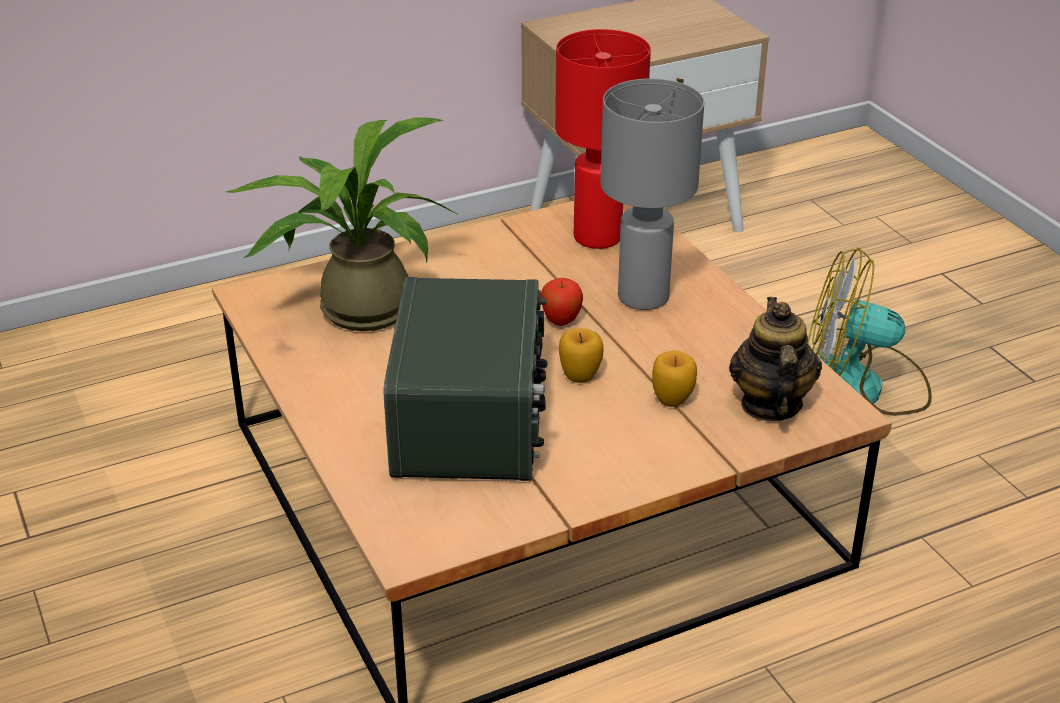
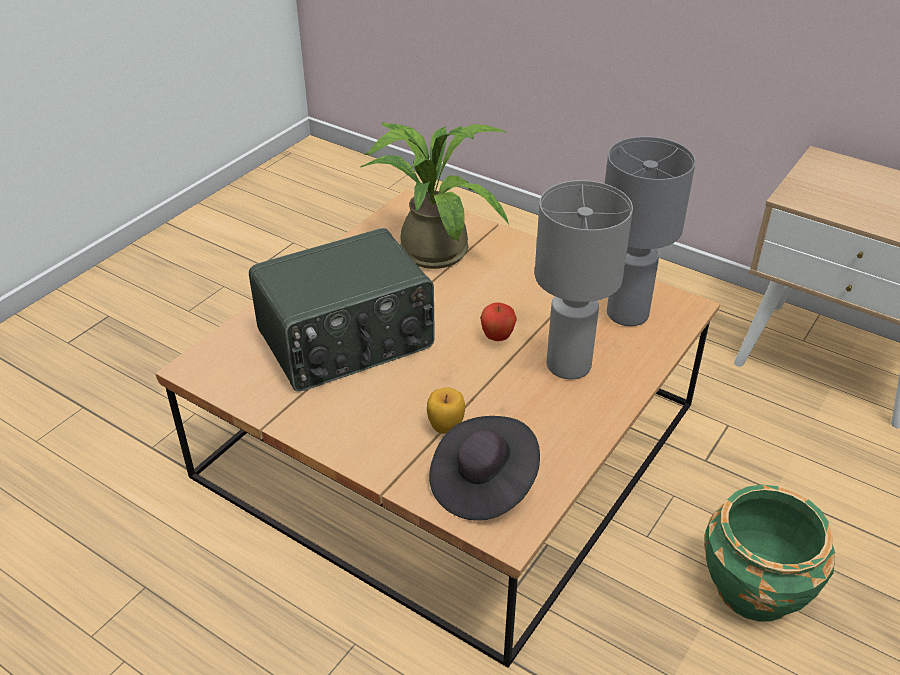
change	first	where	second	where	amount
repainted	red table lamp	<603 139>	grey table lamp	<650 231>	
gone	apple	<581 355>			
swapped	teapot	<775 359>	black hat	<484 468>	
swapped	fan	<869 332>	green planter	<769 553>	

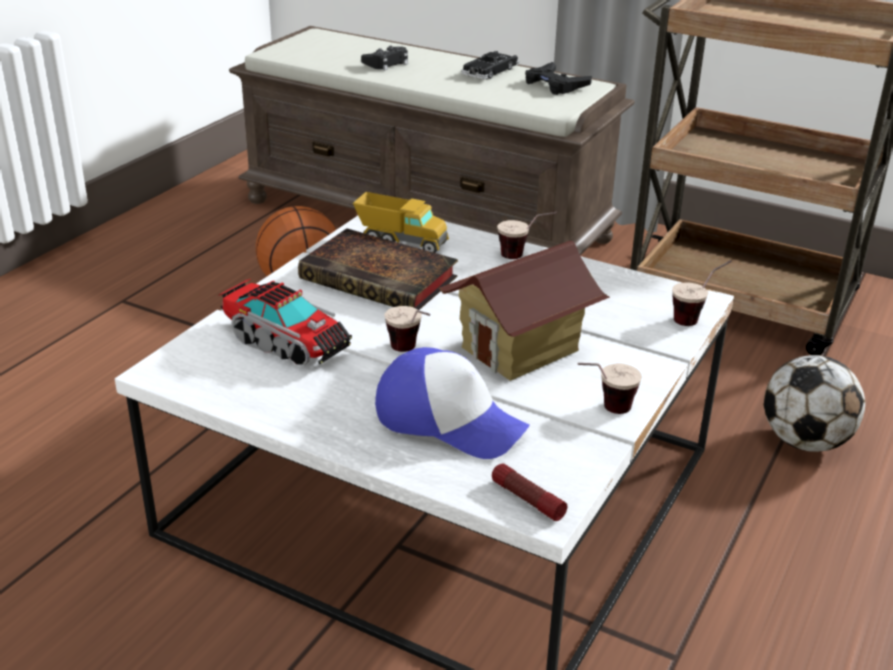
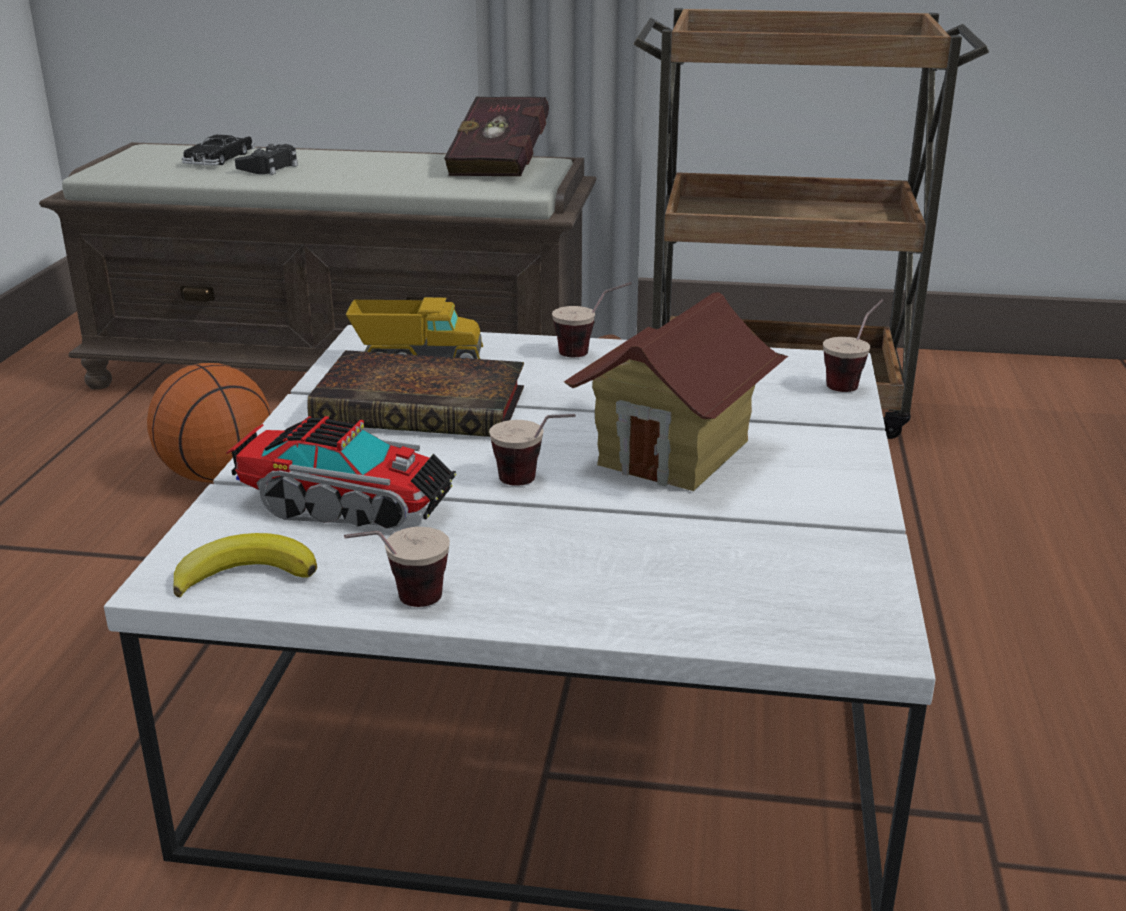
change	first	where	second	where	amount
gone	cap	<452 403>			
shifted	black toy car	<490 65>		<218 150>	
gone	flashlight	<529 492>			
swapped	black game controller	<558 78>	red book	<496 136>	
shifted	cup	<609 388>		<397 567>	
gone	football	<814 403>			
new			banana	<245 565>	

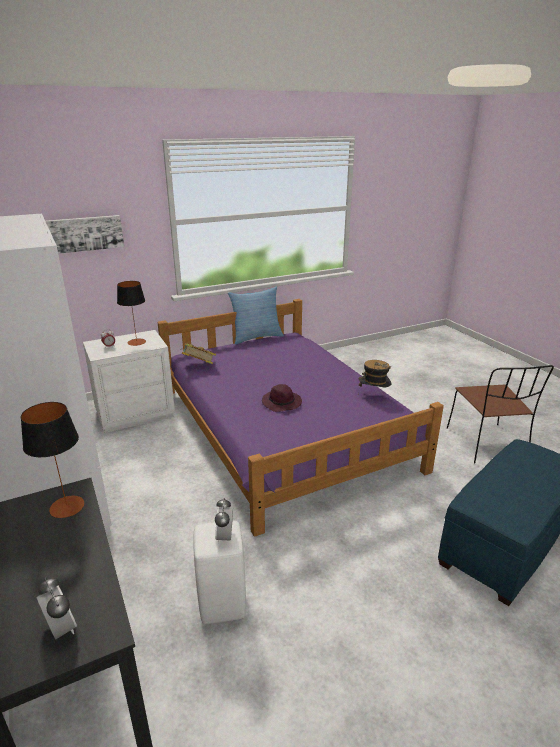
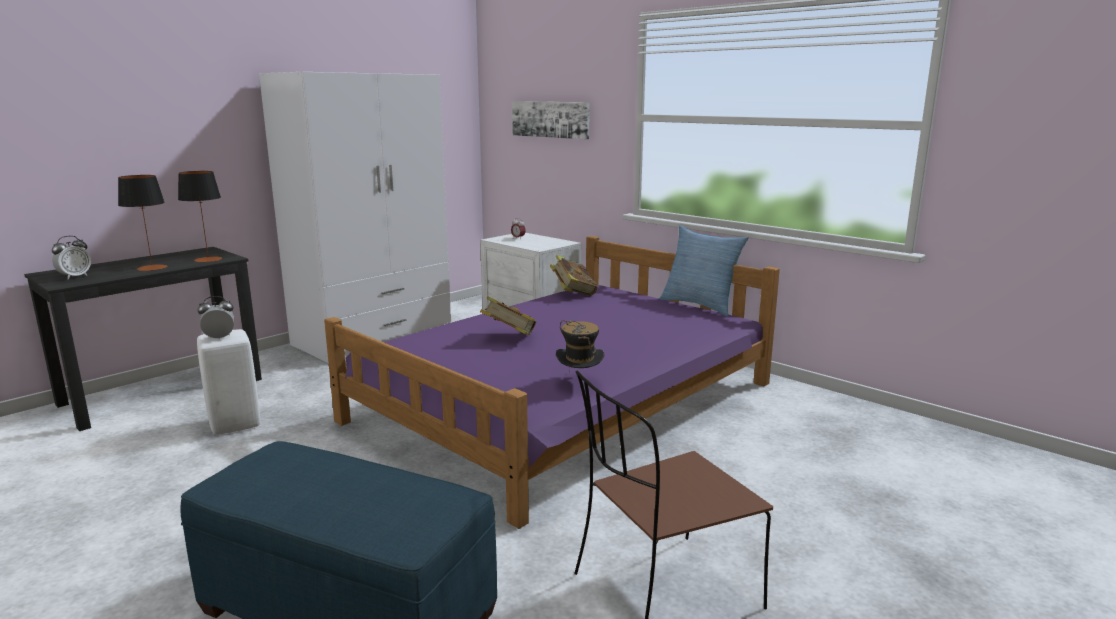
change	first	where	second	where	amount
shifted	table lamp	<131 313>		<143 223>	
swapped	purple hat	<282 398>	book	<508 315>	

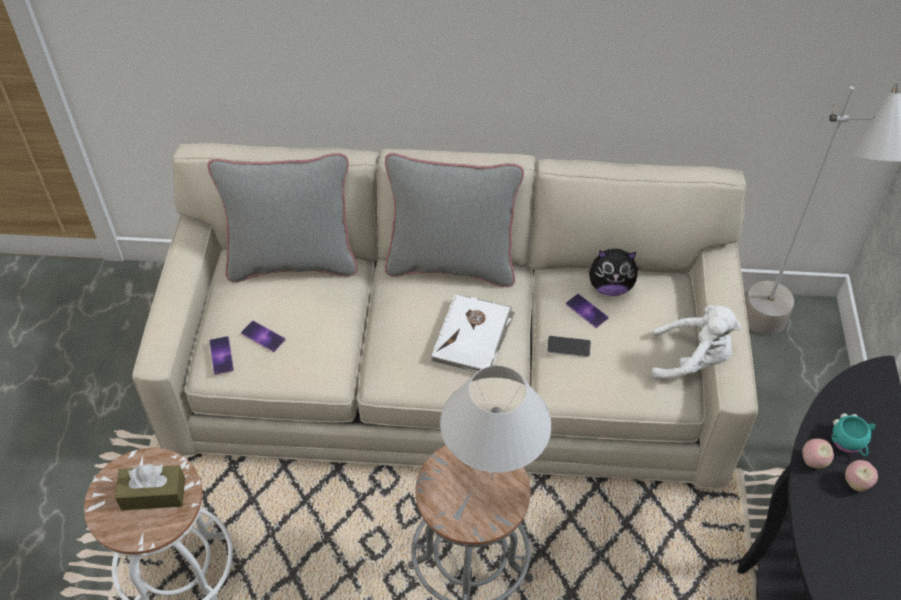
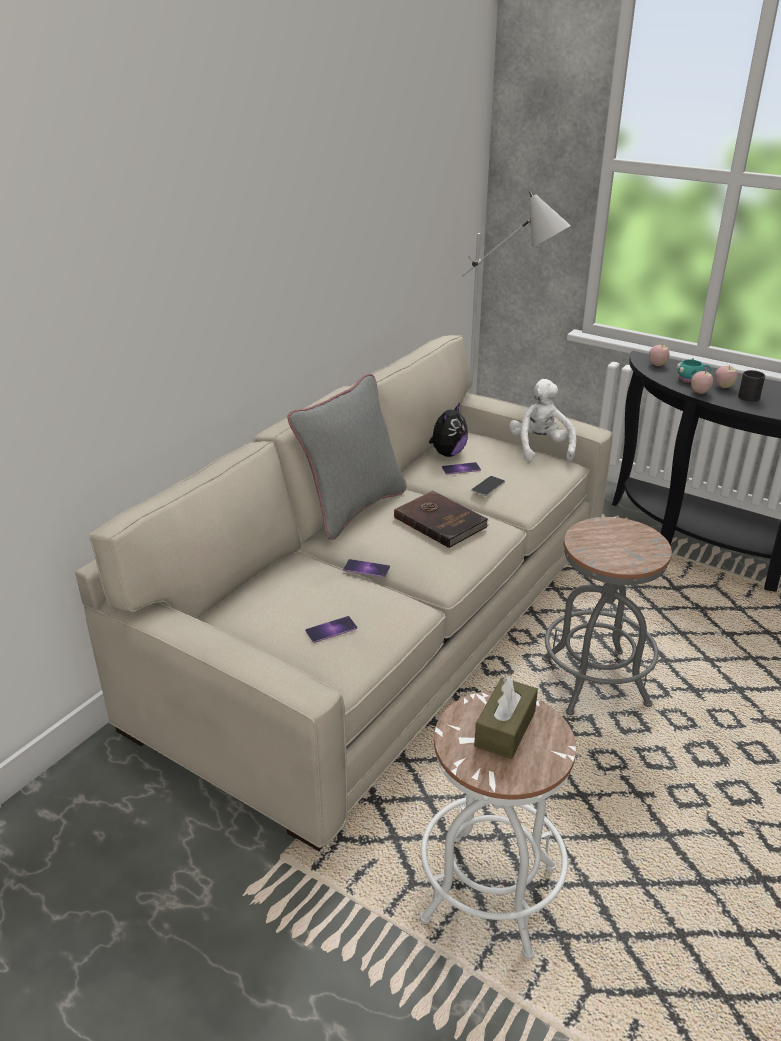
change	first	where	second	where	amount
gone	grey pillow	<283 218>			
shifted	phone	<221 355>		<366 568>	
repainted	white book	<473 333>	brown book	<441 519>	
gone	white table lamp	<496 422>			
rotated	white plush toy	<696 342>		<543 420>	45 degrees counterclockwise
new			apple	<659 355>	
new			black mug	<751 386>	

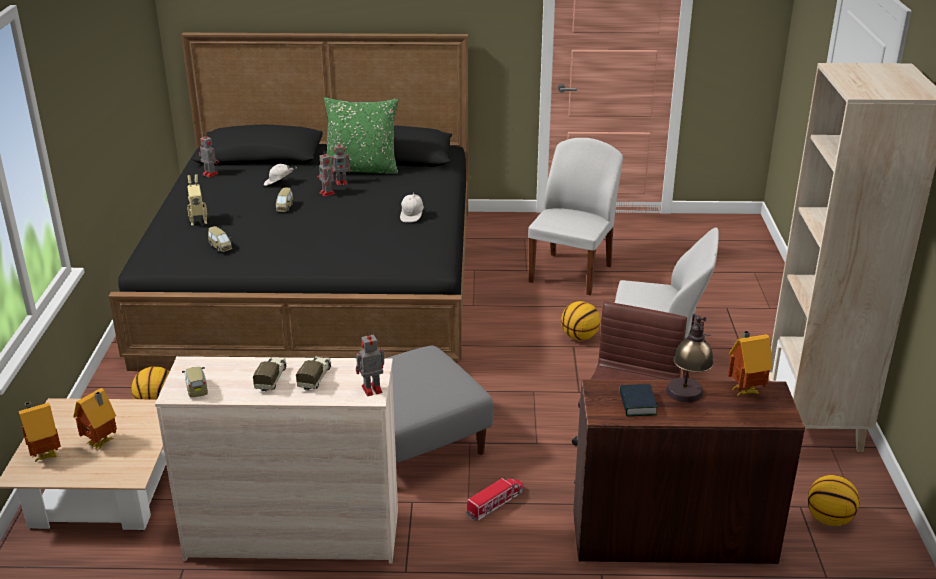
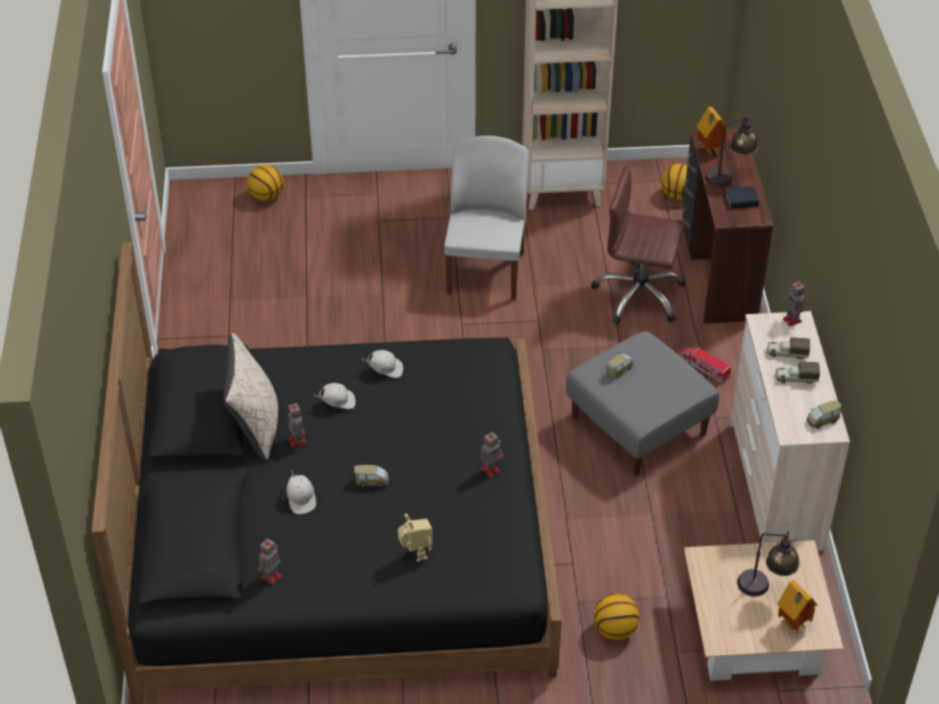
change	first	where	second	where	amount
swapped	toy house	<95 419>	table lamp	<768 563>	
shifted	toy car	<220 239>		<619 365>	
shifted	toy robot	<326 173>		<492 454>	
repainted	green pillow	<361 135>	beige pillow	<251 397>	
gone	white chair	<575 216>			
shifted	basketball	<580 321>		<265 182>	
new			white cap	<335 396>	

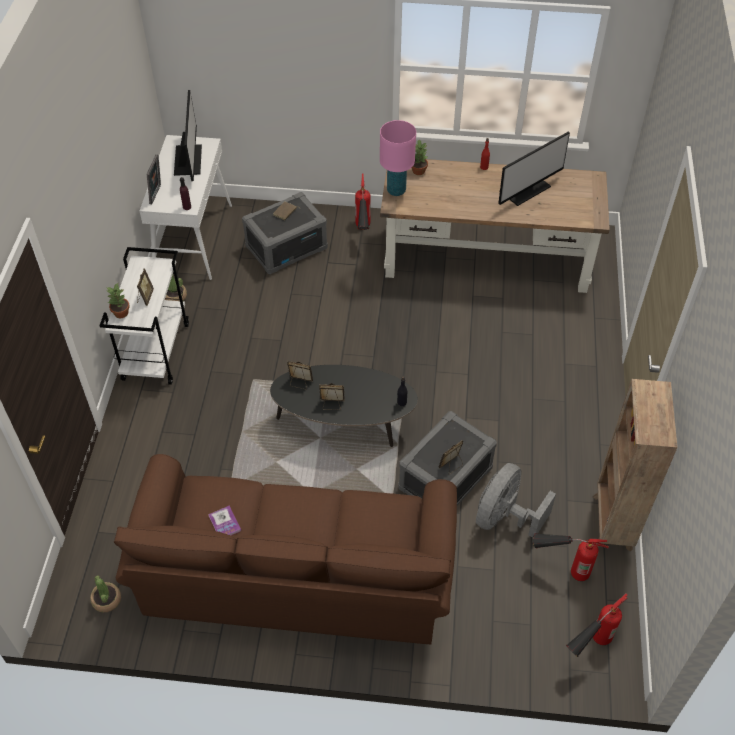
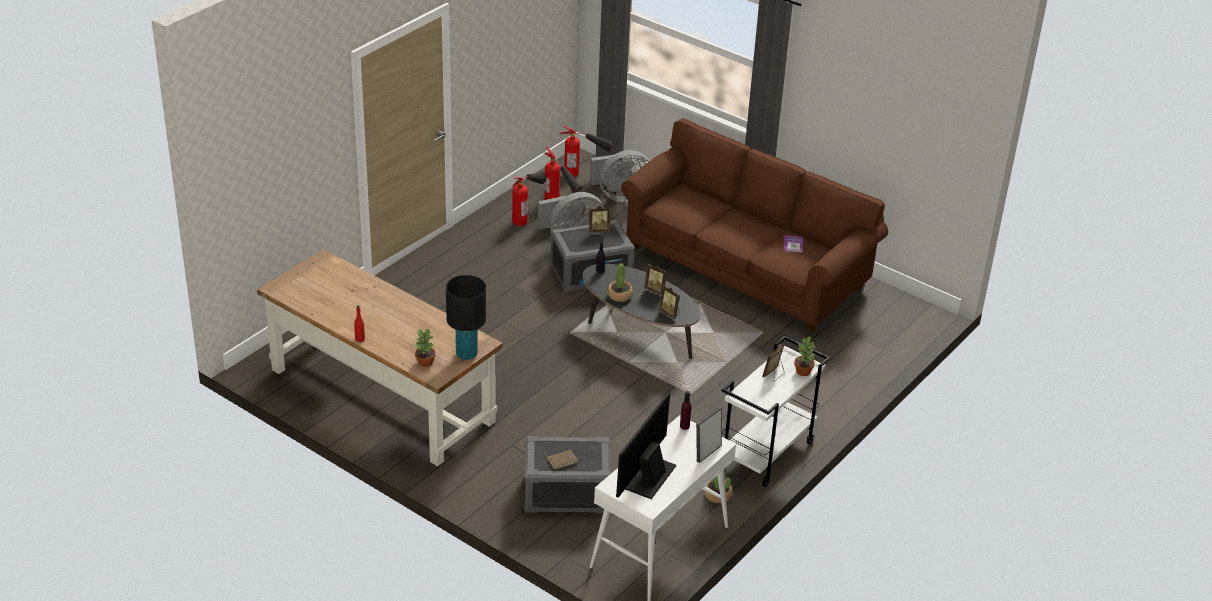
change	first	where	second	where	amount
shifted	potted plant	<105 593>		<620 282>	
shifted	fire extinguisher	<362 202>		<529 199>	
repainted	pink table lamp	<398 158>	black table lamp	<466 317>	
gone	monitor	<534 169>			
gone	brown bookcase	<634 465>			
new			grey fan	<620 176>	

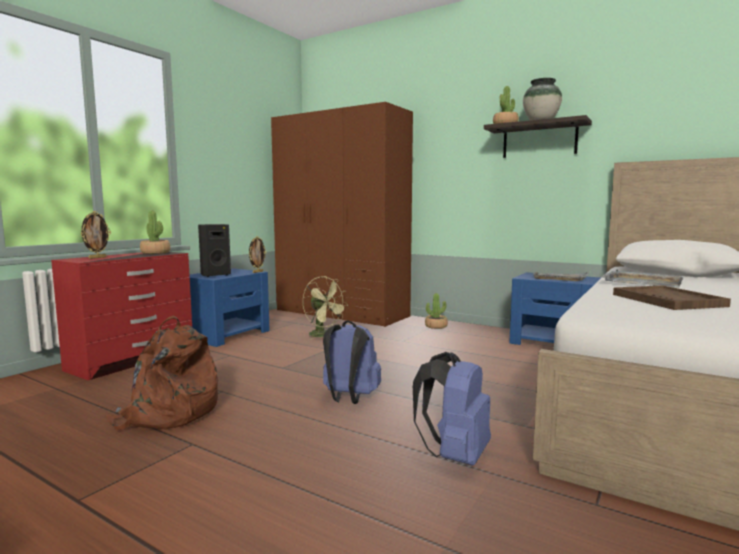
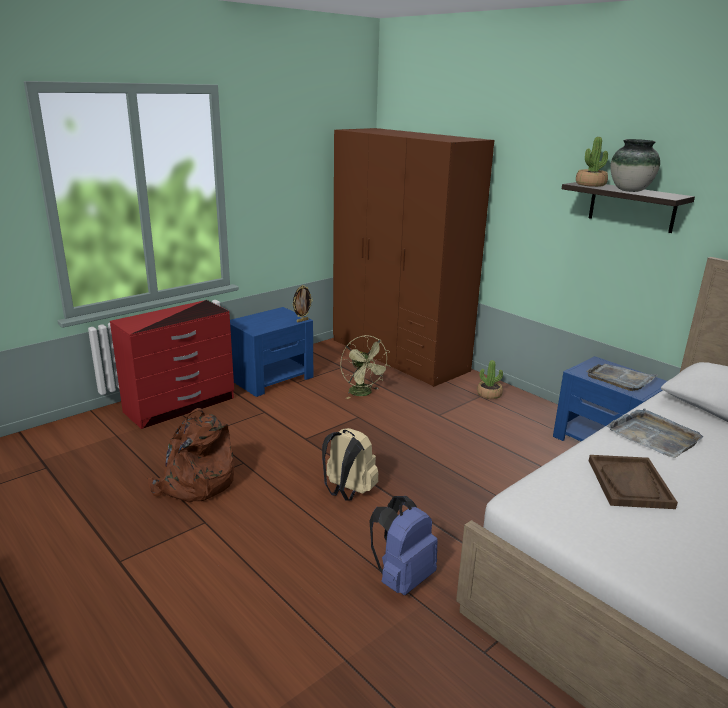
change	first	where	second	where	amount
gone	picture frame	<96 235>			
gone	potted plant	<155 232>			
gone	black speaker	<214 250>			
repainted	blue backpack	<352 362>	beige backpack	<350 464>	

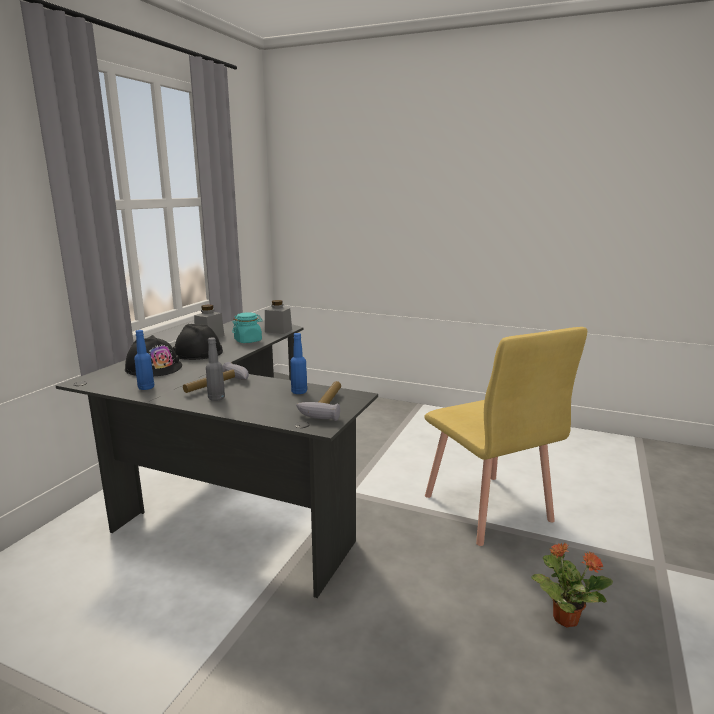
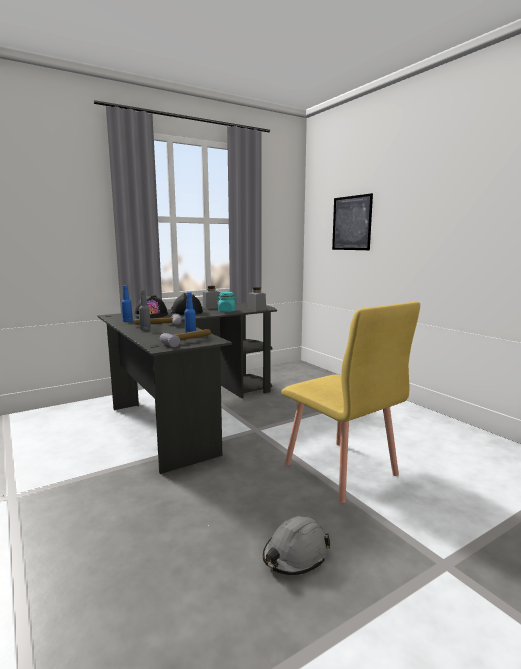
change	first	where	second	where	amount
rotated	yellow chair	<505 436>		<351 402>	45 degrees counterclockwise
swapped	potted plant	<572 585>	grey hard hat	<296 545>	
new			picture	<352 221>	

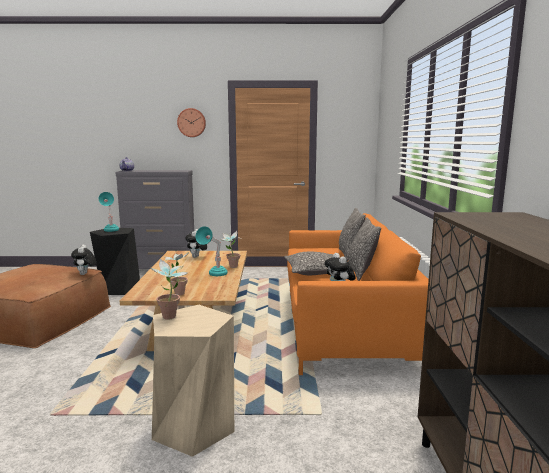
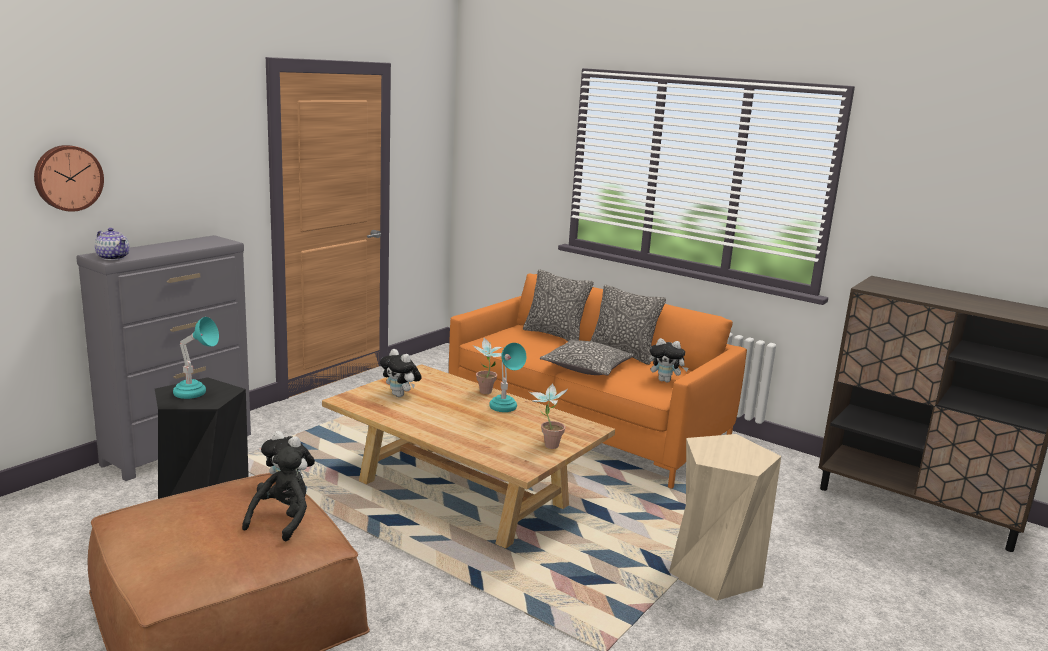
change	first	where	second	where	amount
gone	potted plant	<169 289>			
shifted	wall clock	<191 122>		<69 178>	
new			black plush toy	<274 493>	

